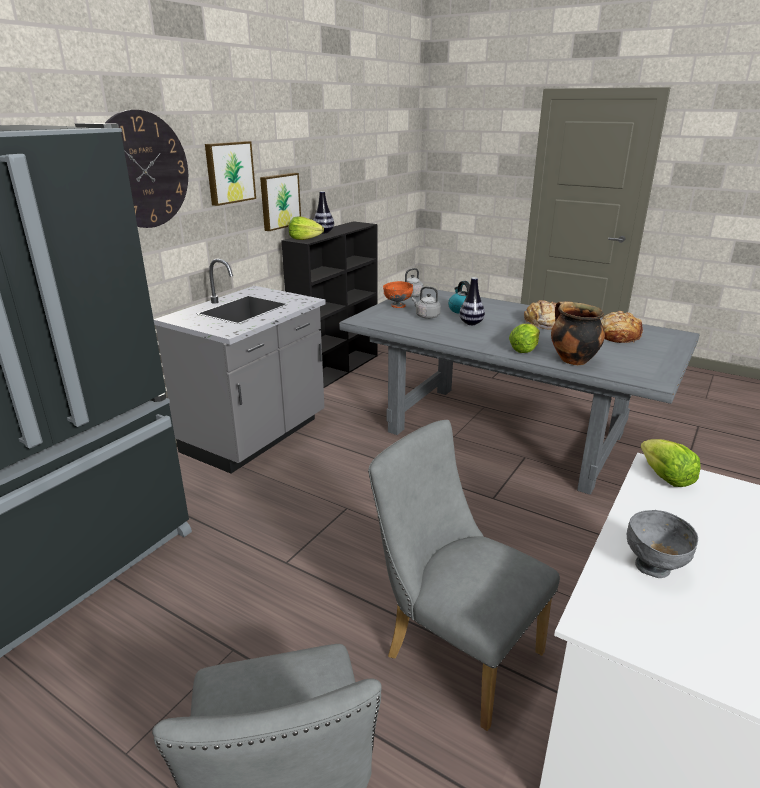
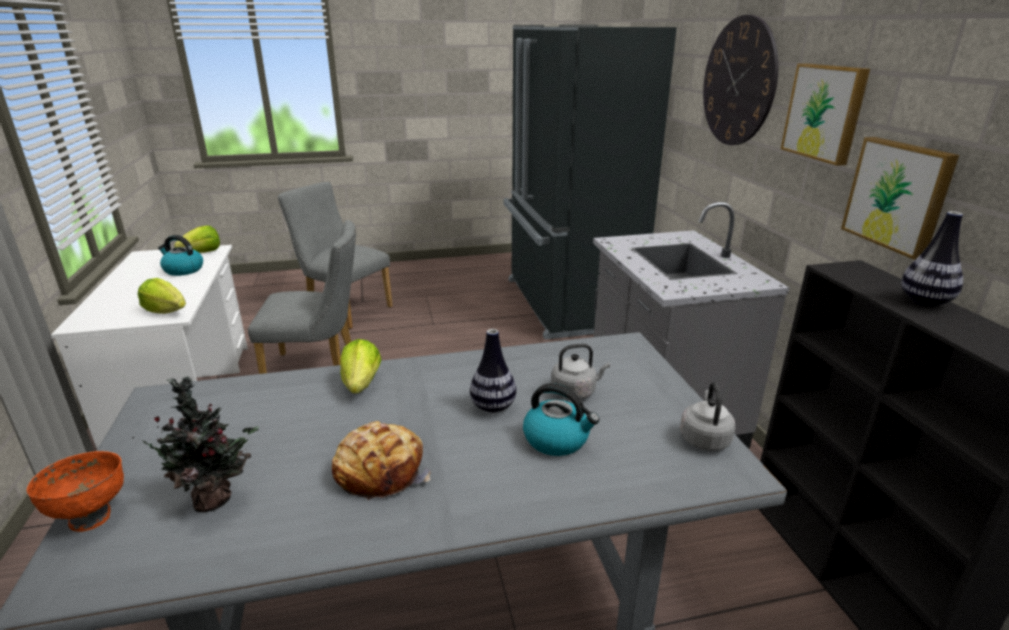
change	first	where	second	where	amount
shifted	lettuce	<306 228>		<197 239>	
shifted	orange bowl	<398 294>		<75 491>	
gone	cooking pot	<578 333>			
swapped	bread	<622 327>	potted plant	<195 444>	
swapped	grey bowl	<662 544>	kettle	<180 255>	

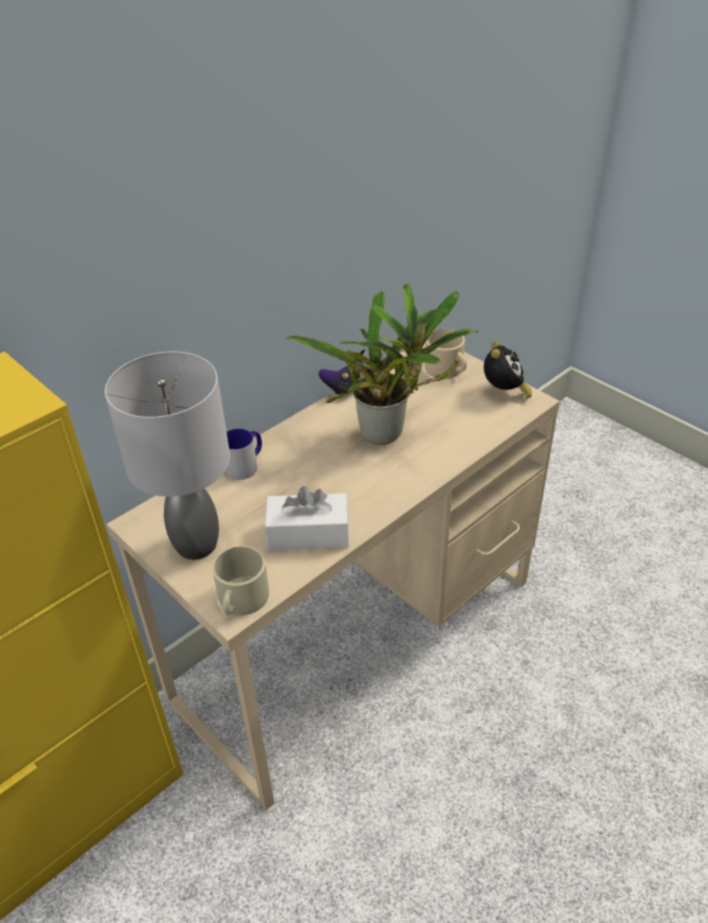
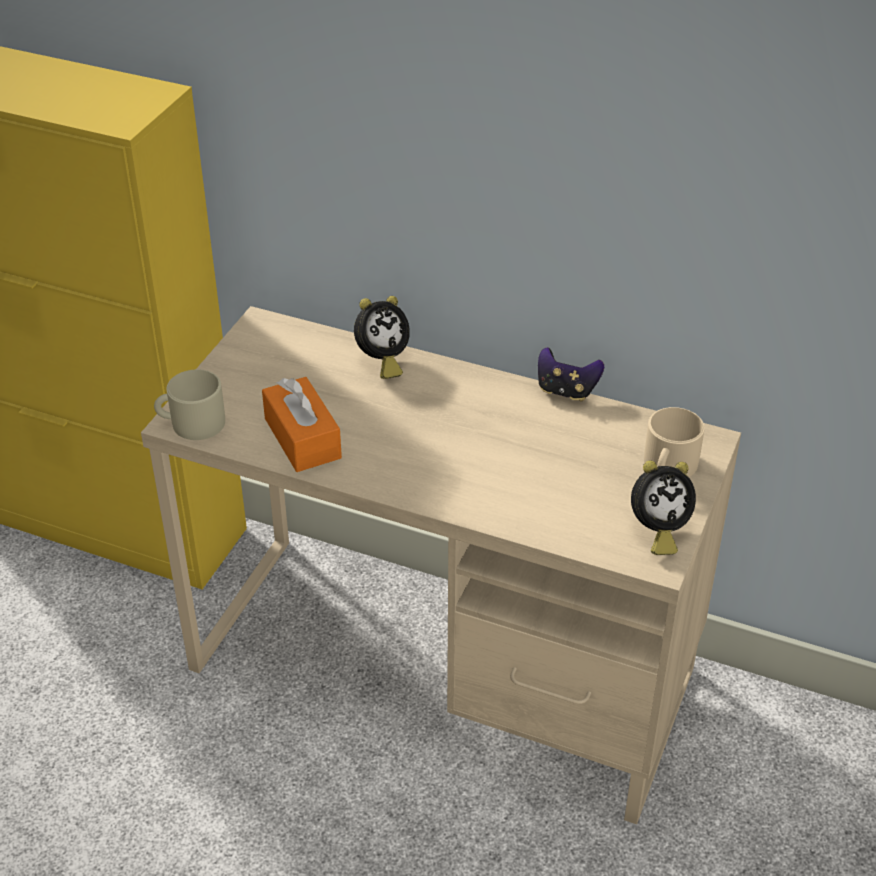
change	first	where	second	where	amount
gone	grey table lamp	<167 456>			
swapped	mug	<243 454>	alarm clock	<382 337>	
repainted	white tissue box	<307 518>	orange tissue box	<302 424>	
gone	potted plant	<382 364>			

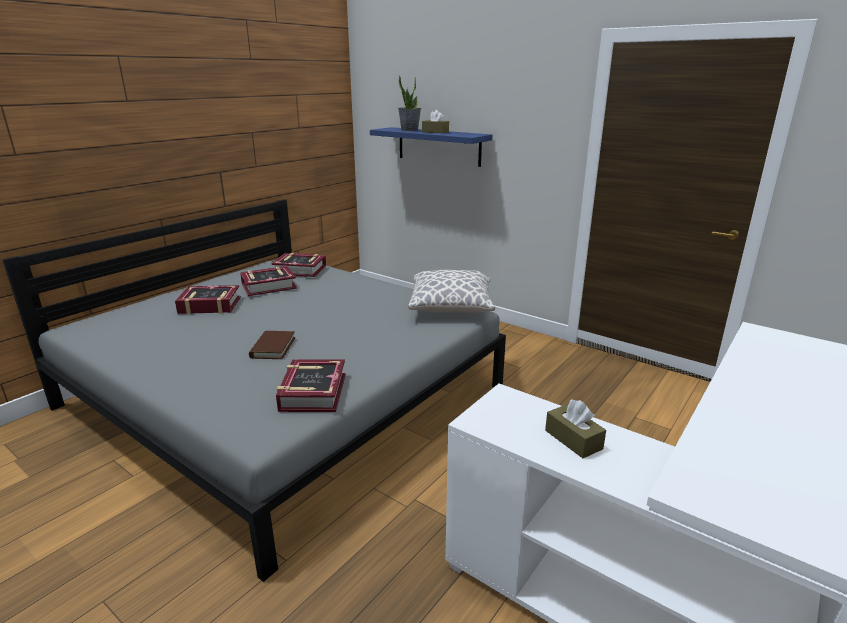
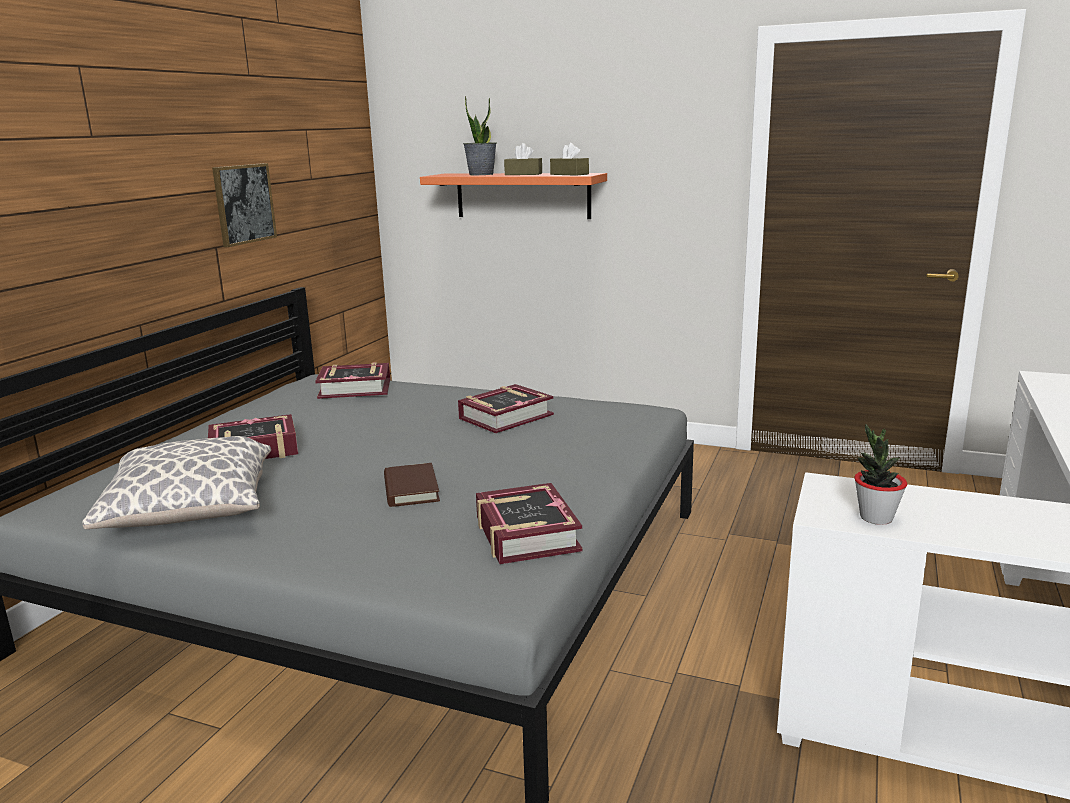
change	first	where	second	where	amount
shifted	book	<268 281>		<506 408>	
repainted	blue shelf	<431 147>	orange shelf	<513 196>	
shifted	pillow	<451 291>		<176 482>	
shifted	brown tissue box	<575 428>		<569 159>	
new			picture	<244 205>	
new			potted plant	<880 474>	

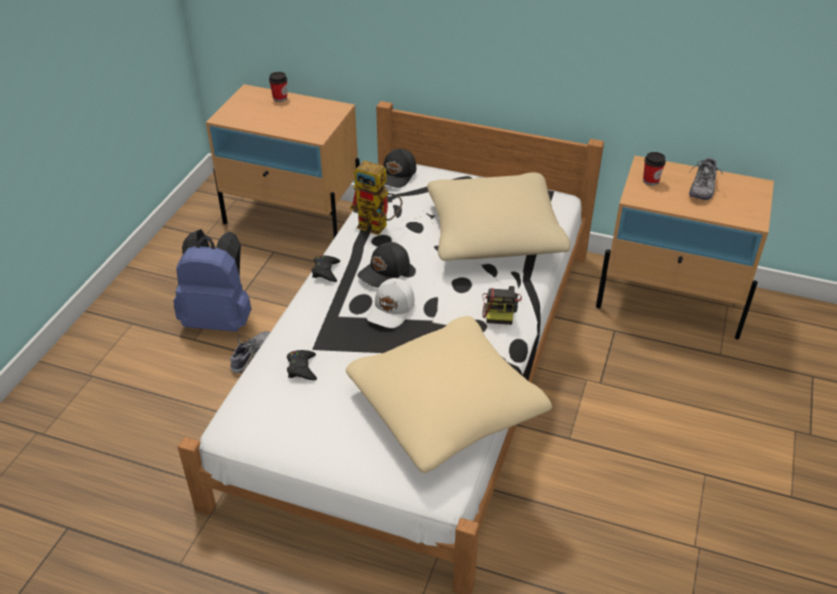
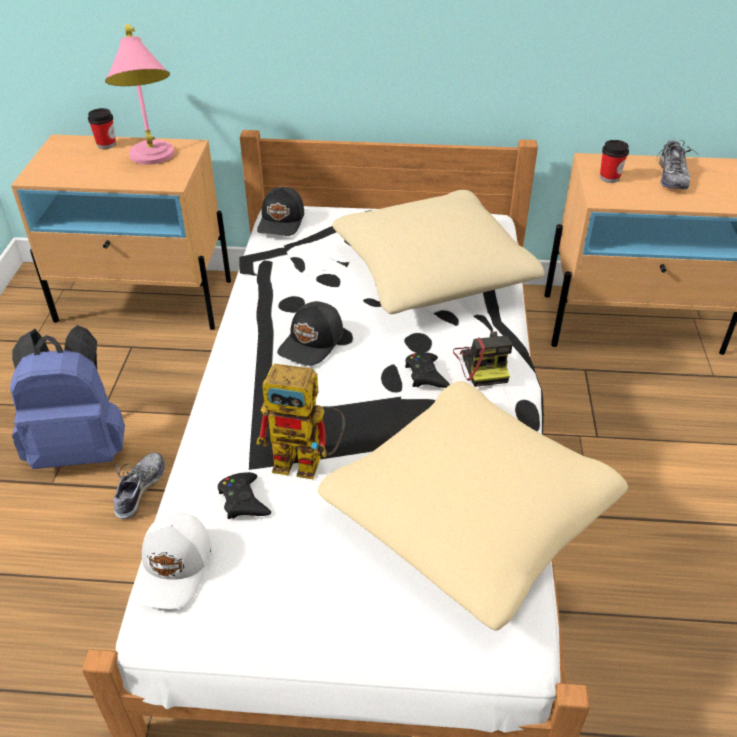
change	first	where	second	where	amount
shifted	black game controller	<326 268>		<427 370>	
shifted	toy robot	<376 197>		<300 421>	
shifted	white cap	<391 303>		<172 560>	
new			pink table lamp	<139 94>	

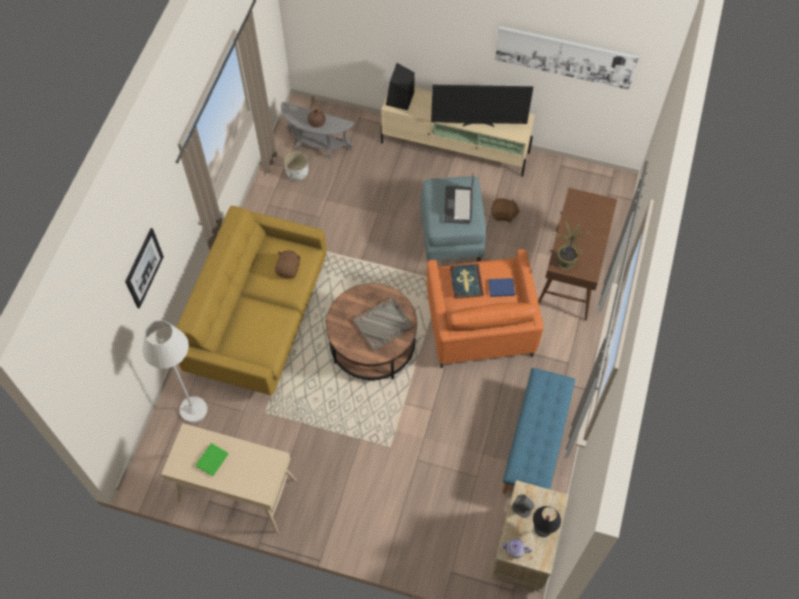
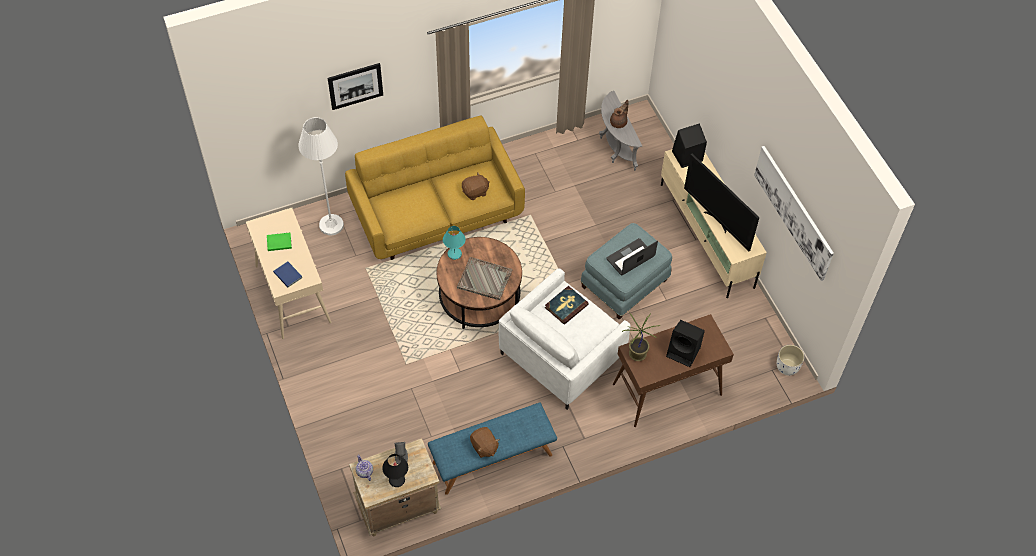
change	first	where	second	where	amount
shifted	white planter	<296 166>		<791 360>	
repainted	orange armchair	<485 308>	white armchair	<565 339>	
shifted	blue book	<502 287>		<287 274>	
shifted	brown plush toy	<505 210>		<484 442>	
new			turquoise table lamp	<454 243>	
new			black speaker	<685 343>	

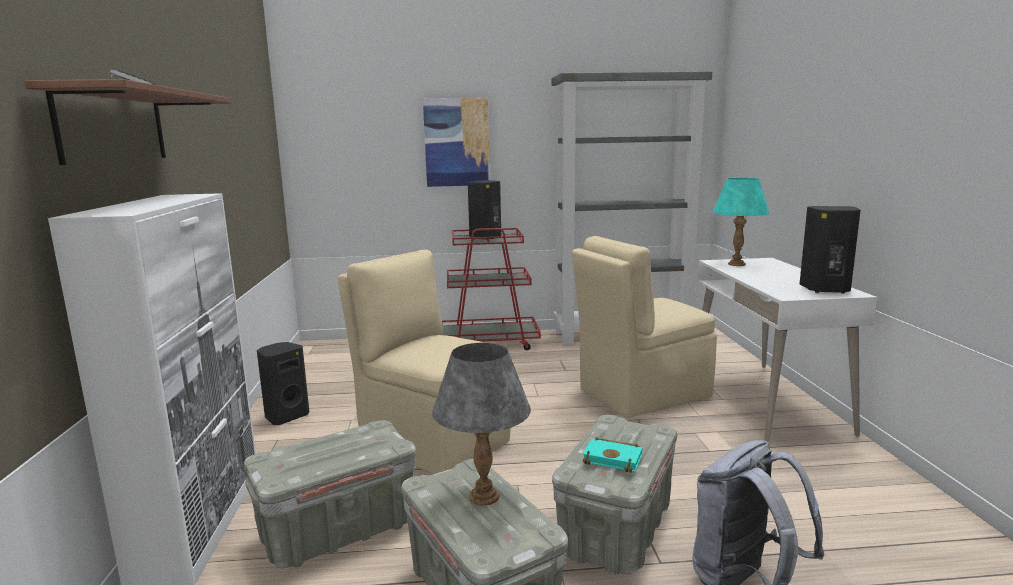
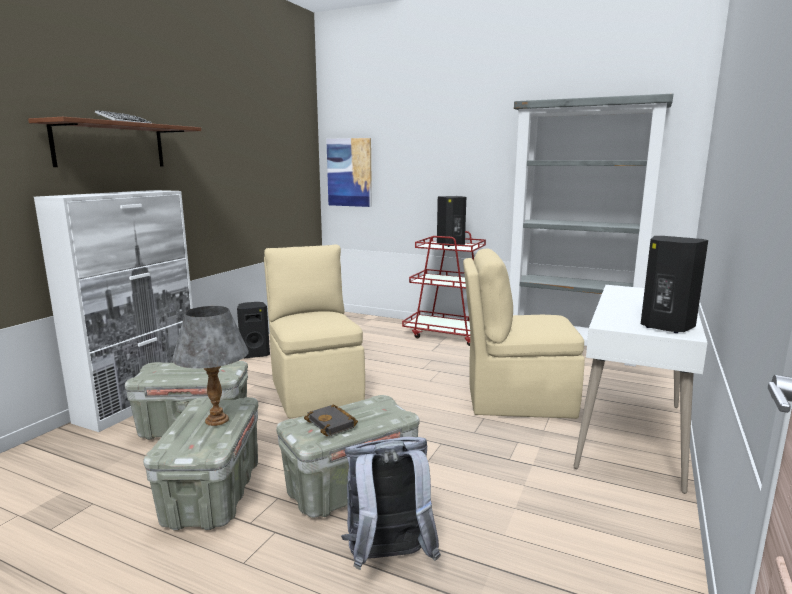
change	first	where	second	where	amount
shifted	picture	<456 142>		<349 172>	
repainted	turquoise book	<612 455>	black book	<331 420>	
gone	turquoise table lamp	<741 222>			

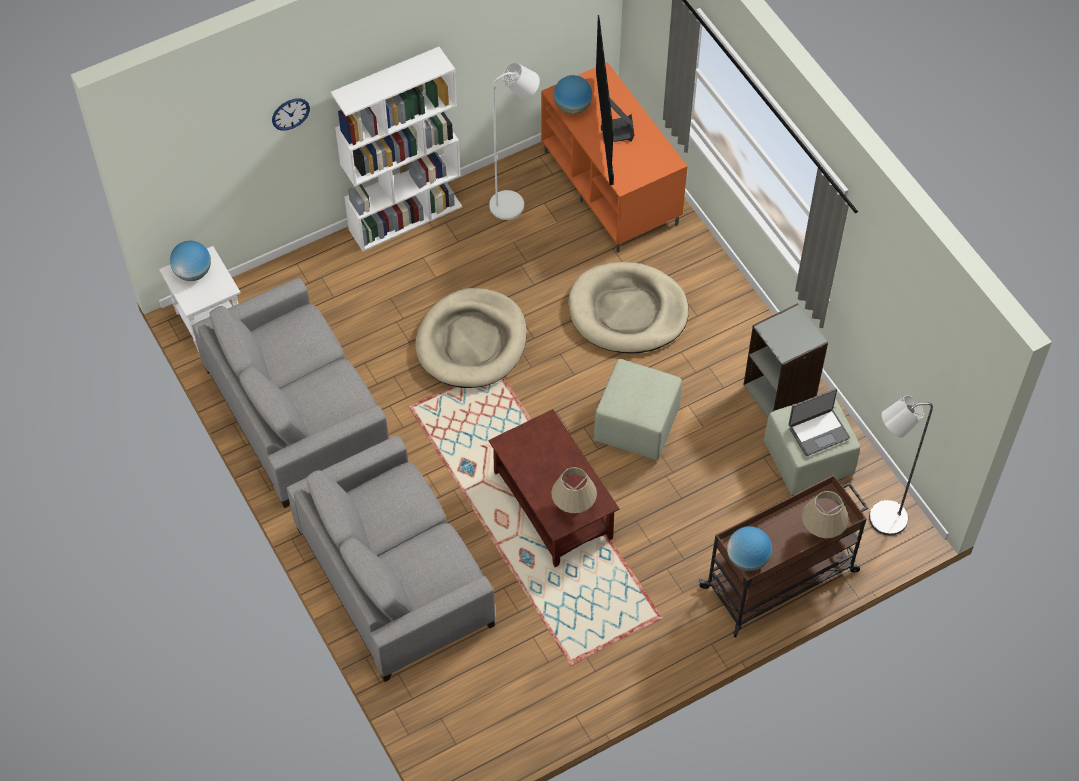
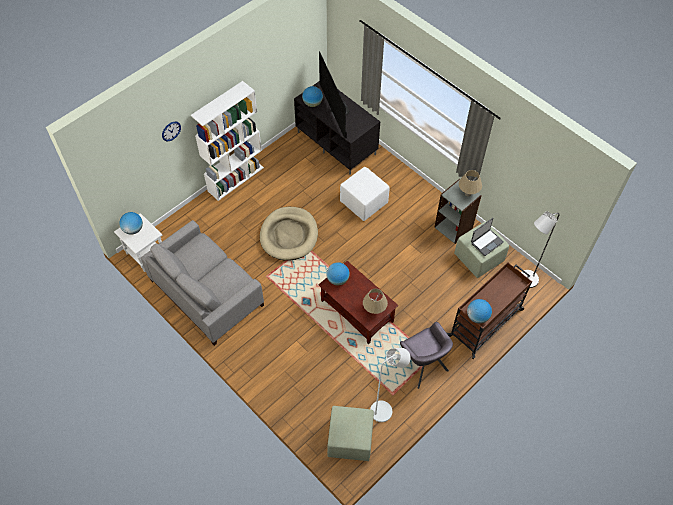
change	first	where	second	where	amount
gone	grey sofa	<391 558>			
shifted	white floor lamp	<514 141>		<390 385>	
repainted	orange tv stand	<614 157>	black tv stand	<337 127>	
swapped	beige dog bed	<628 308>	white ottoman	<364 194>	
shifted	green ottoman	<638 409>		<350 433>	
shifted	beige table lamp	<825 514>		<470 183>	
new			globe	<338 273>	
new			grey armchair	<426 355>	

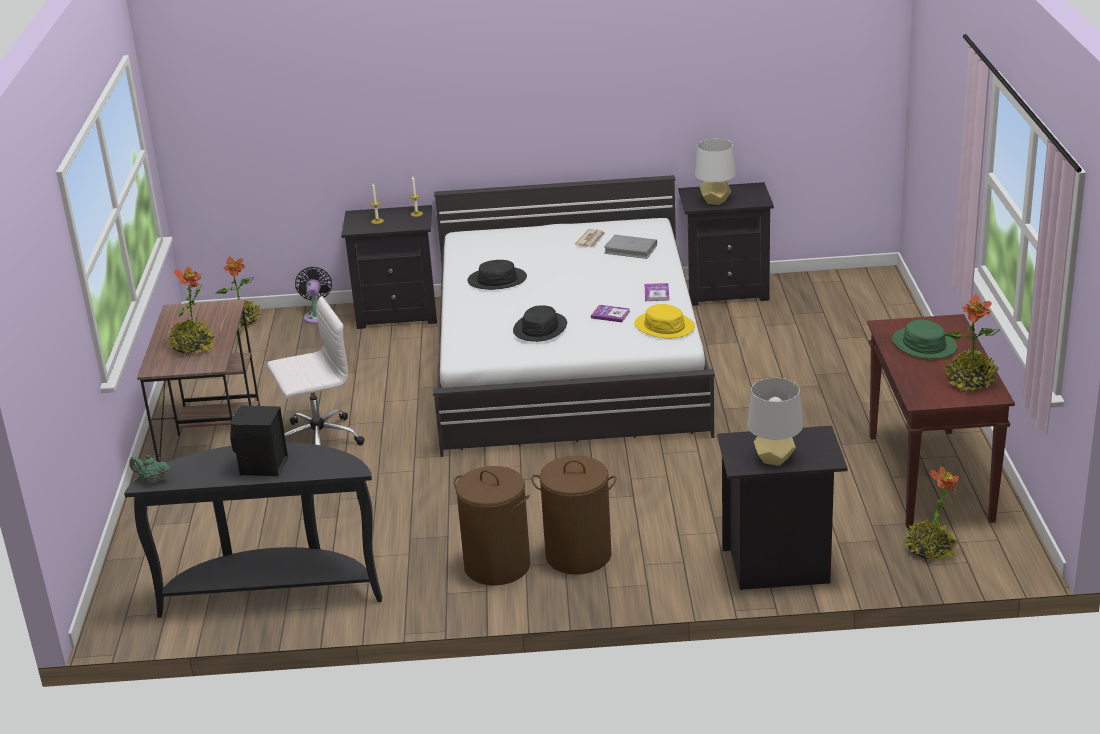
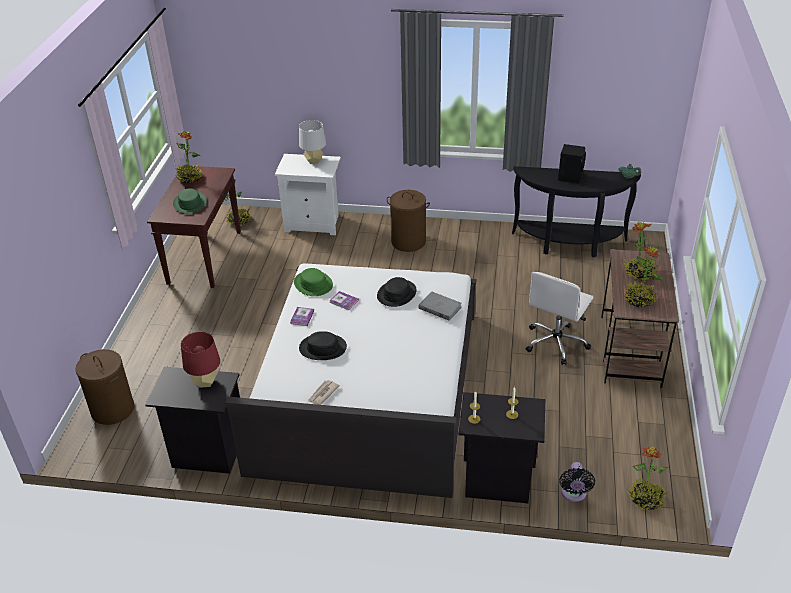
change	first	where	second	where	amount
rotated	white office chair	<316 371>		<560 318>	45 degrees counterclockwise
shifted	brown laundry basket	<492 526>		<105 387>	
shifted	black hat	<497 275>		<323 345>	
shifted	grey book	<630 247>		<440 306>	
repainted	yellow hat	<664 321>	green hat	<313 282>	
repainted	grey table lamp	<715 172>	red table lamp	<200 359>	
repainted	black nightstand	<782 508>	white nightstand	<308 194>	
new			potted plant	<643 277>	

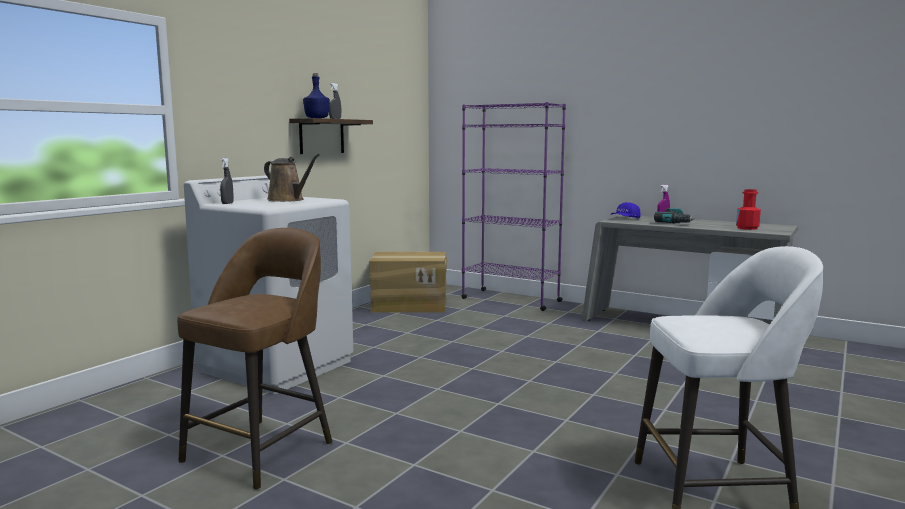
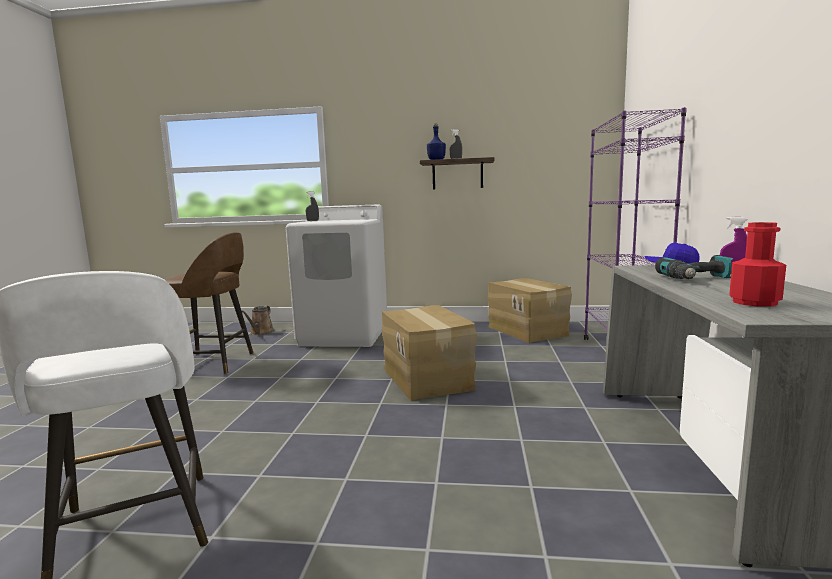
change	first	where	second	where	amount
shifted	brown watering can	<292 178>		<258 320>	
new			cardboard box	<429 353>	

